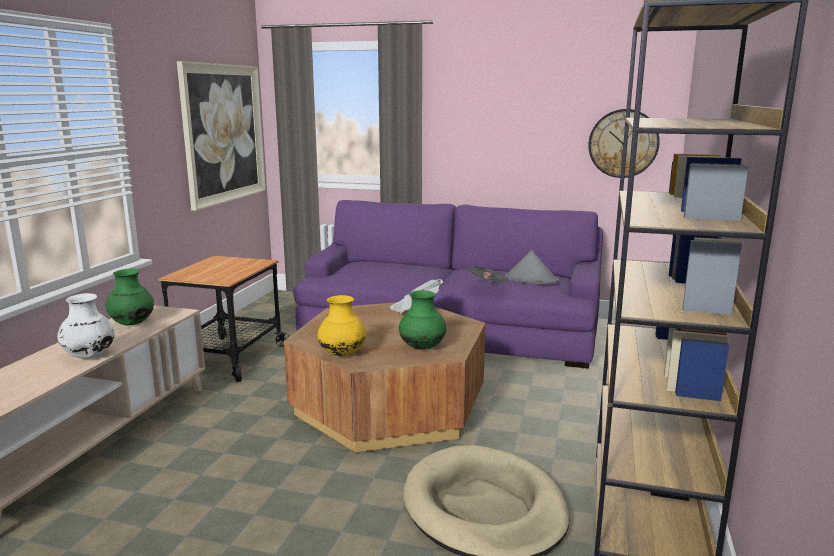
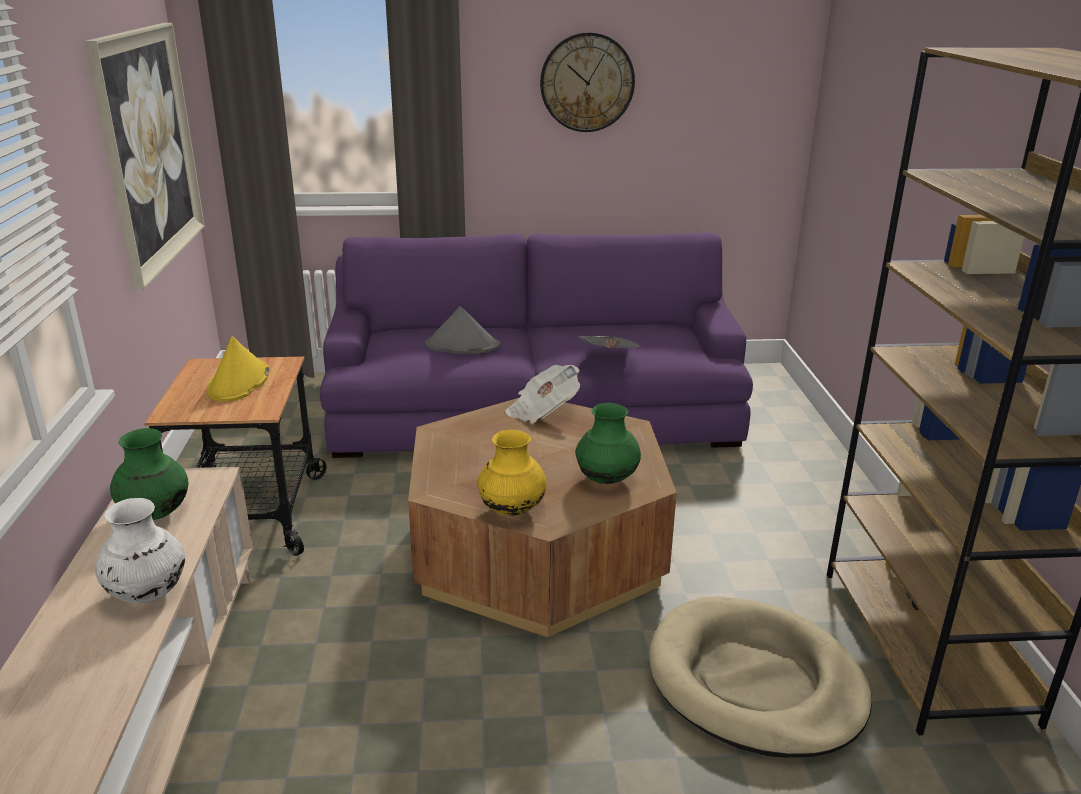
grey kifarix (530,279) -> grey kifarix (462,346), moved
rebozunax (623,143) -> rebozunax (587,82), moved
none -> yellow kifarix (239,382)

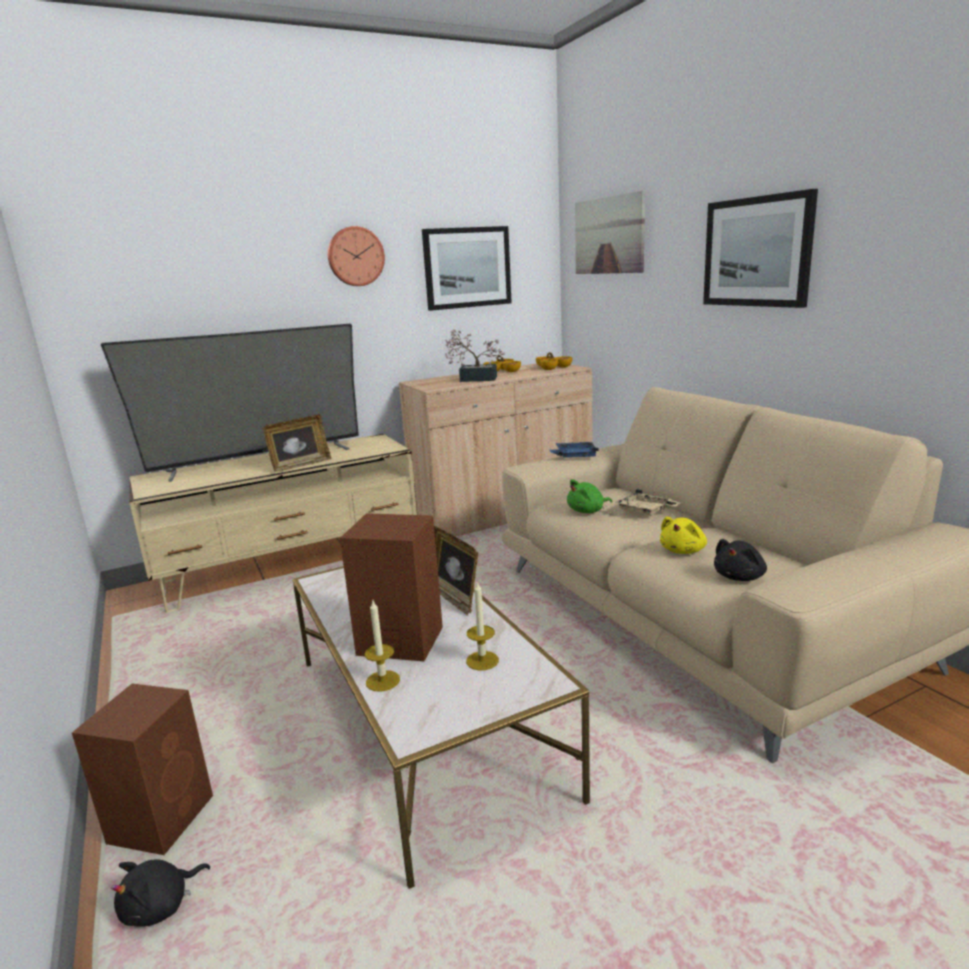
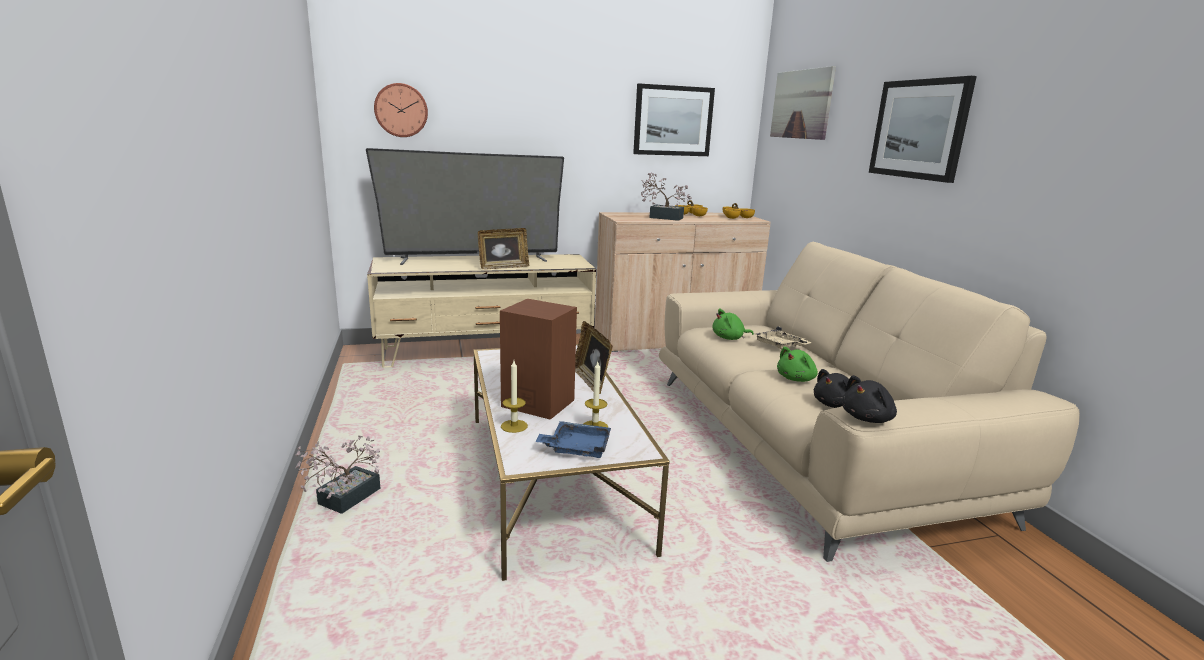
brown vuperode (163,819) -> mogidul (343,501)
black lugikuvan (161,906) -> black lugikuvan (868,418), moved
rebozunax (355,256) -> rebozunax (401,110), moved
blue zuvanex (574,456) -> blue zuvanex (577,448), moved
yellow lugikuvan (683,550) -> green lugikuvan (796,379)

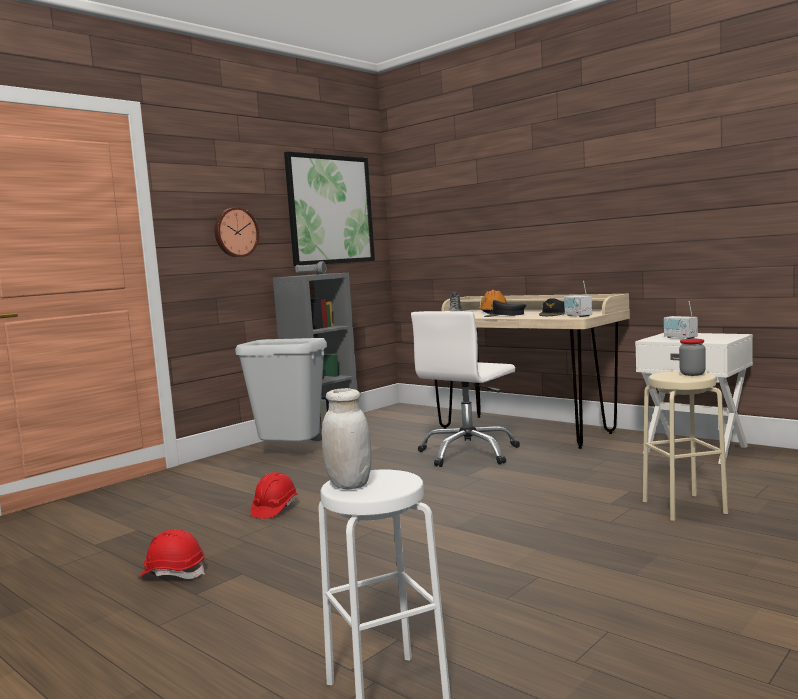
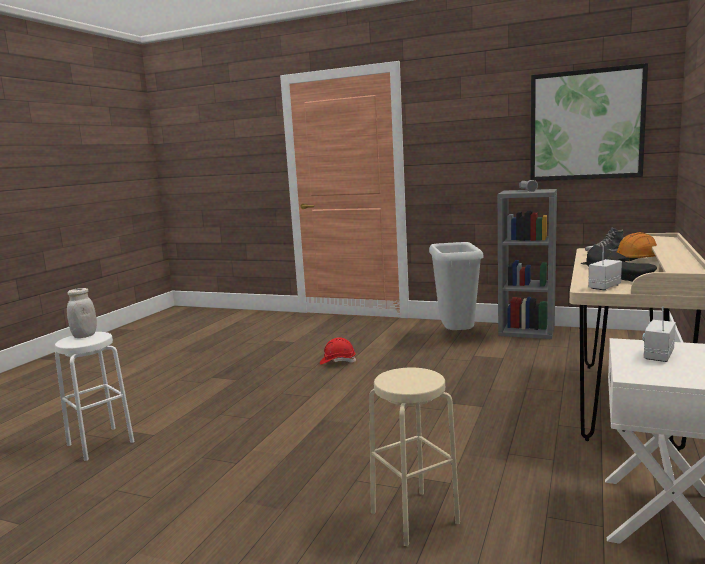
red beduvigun (173,573) -> none
rebozunax (235,232) -> none
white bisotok (469,453) -> none
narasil (692,374) -> none

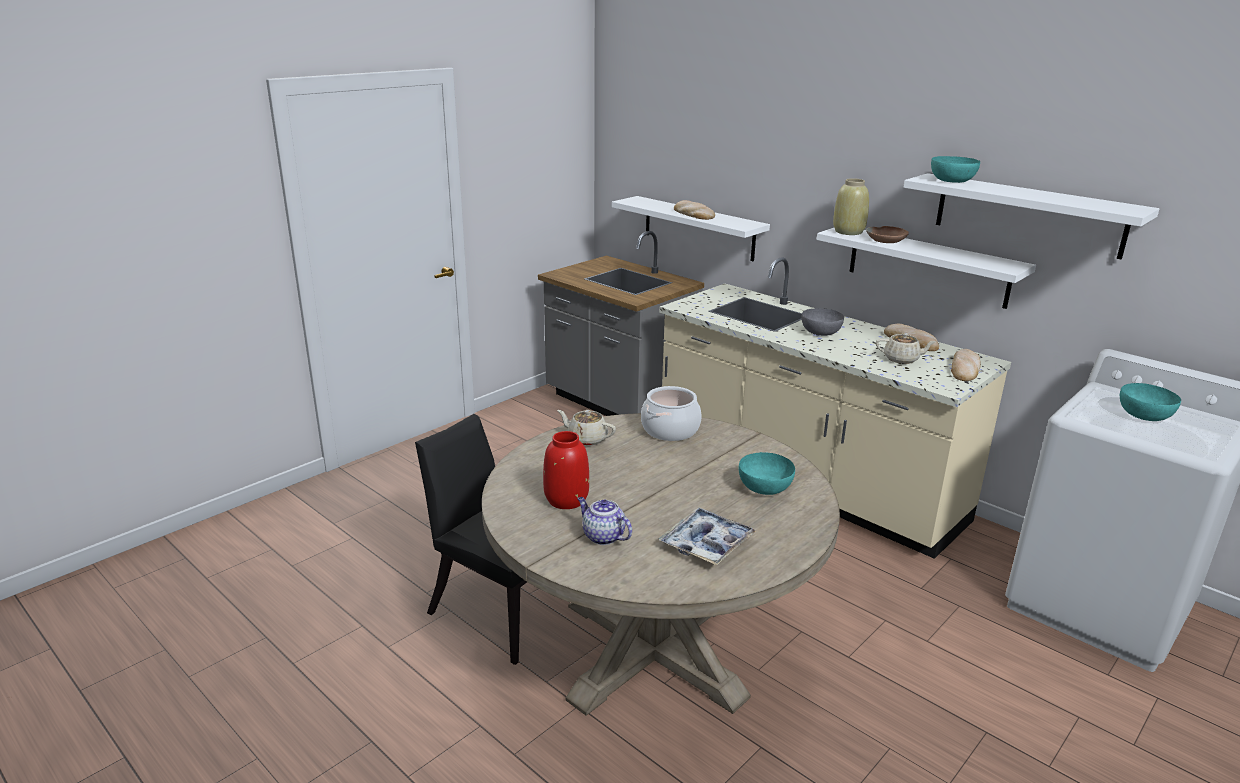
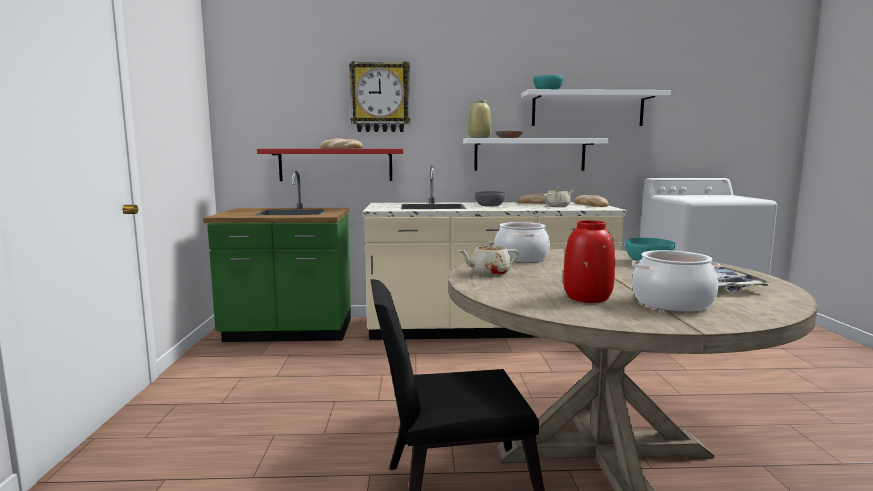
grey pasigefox (618,404) -> green pasigefox (288,332)
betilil (602,536) -> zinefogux (672,303)
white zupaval (698,228) -> red zupaval (335,165)
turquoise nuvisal (1143,415) -> none
none -> rebozunax (380,97)

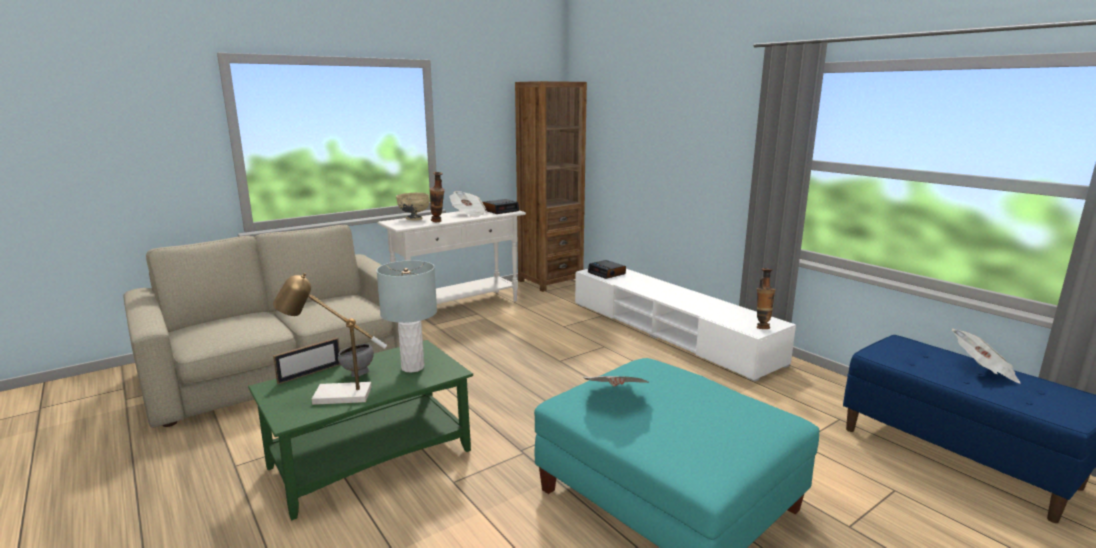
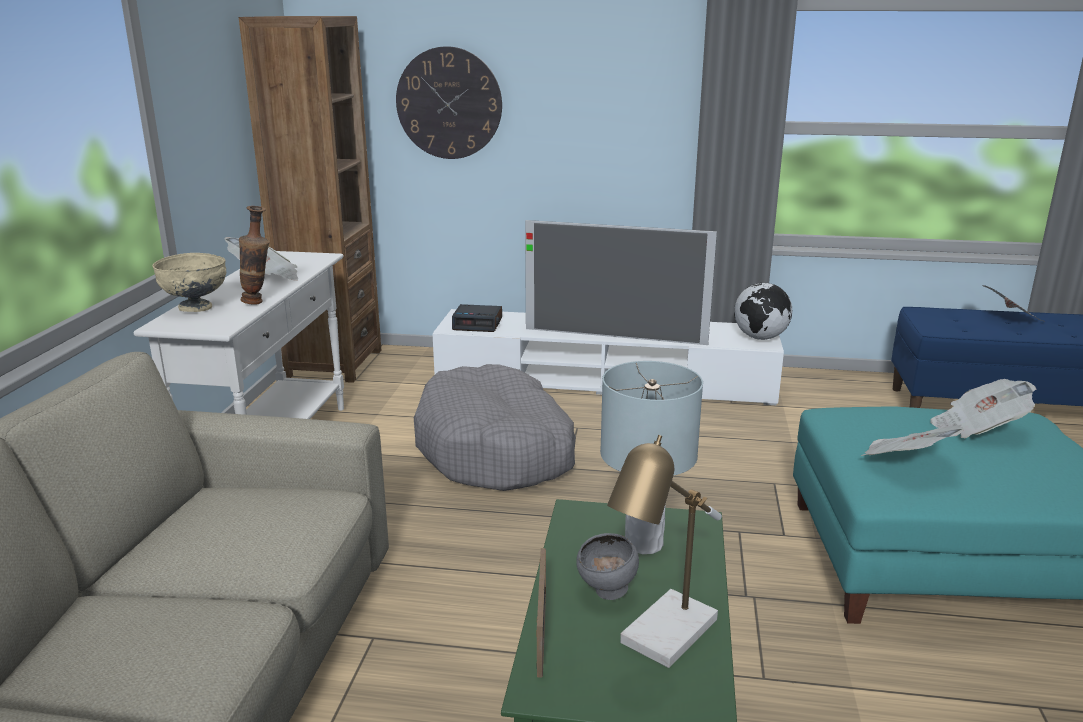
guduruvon (500,210) -> none
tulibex (762,327) -> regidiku (760,338)
none -> rebozunax (449,103)
none -> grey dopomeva (496,450)
none -> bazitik (614,336)
none -> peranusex (977,429)

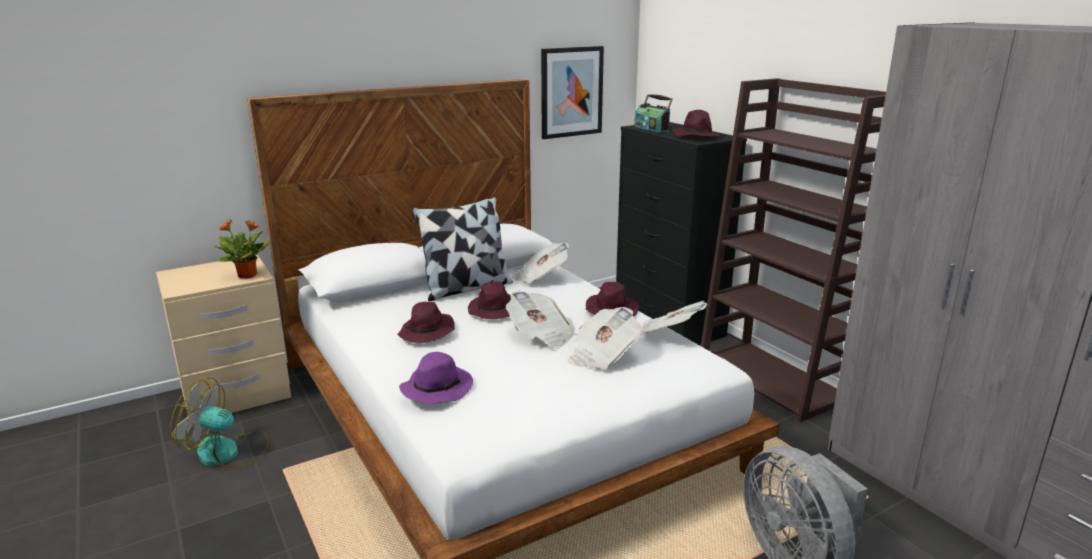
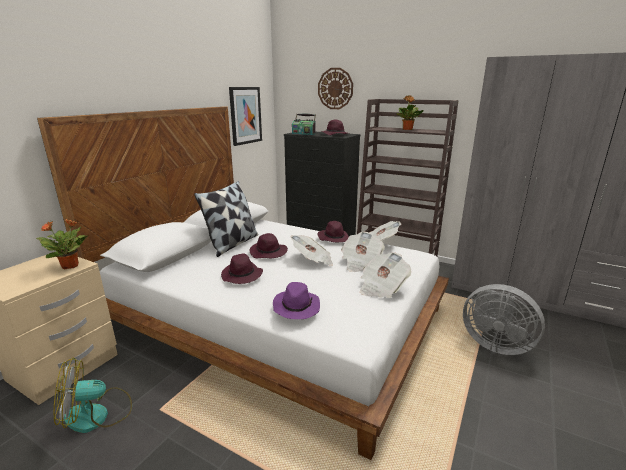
peranusex (540,277) -> peranusex (381,287), moved
none -> rebozunax (335,88)
none -> mogidul (407,129)

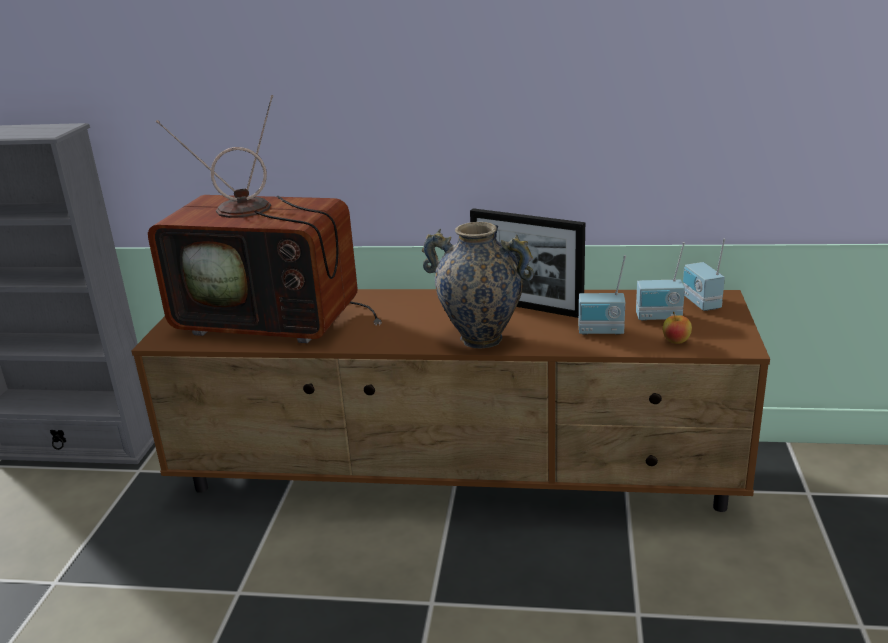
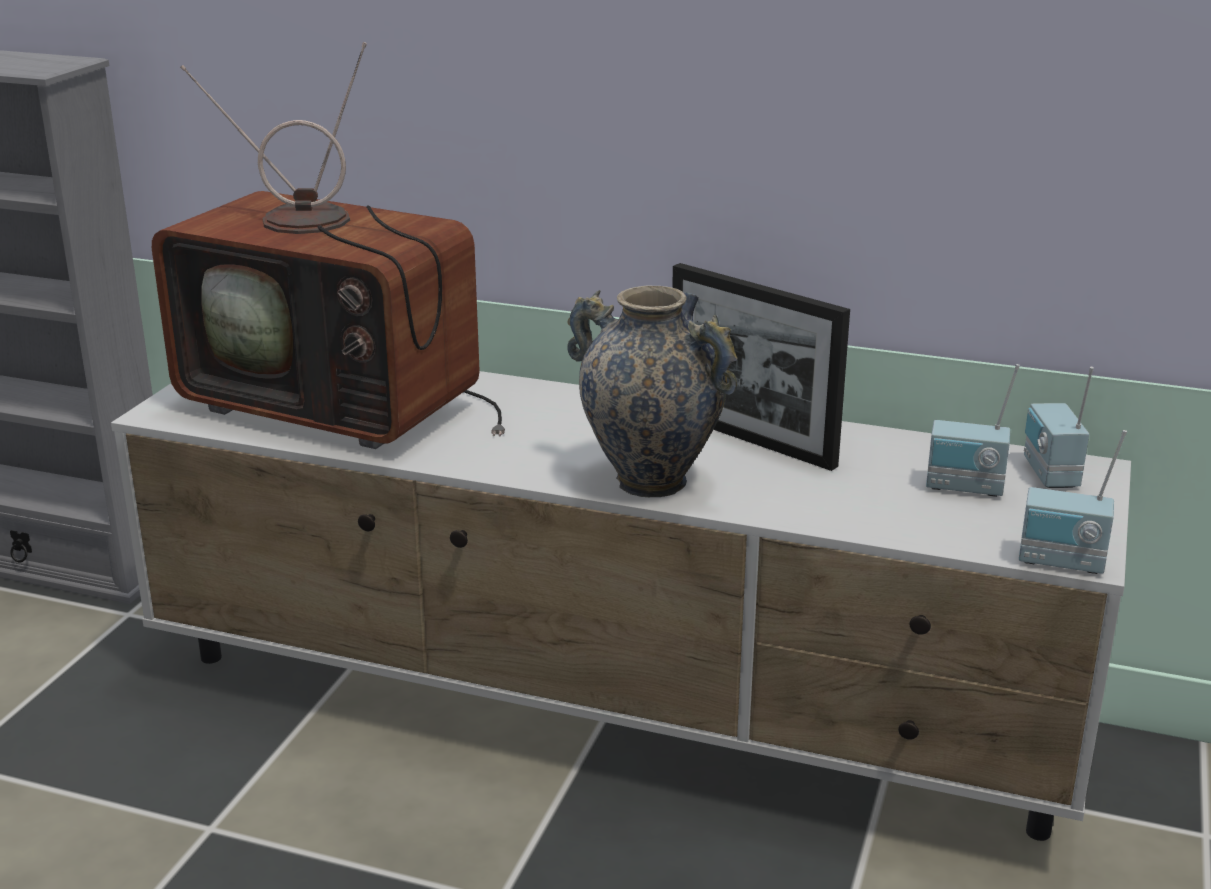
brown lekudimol (456,479) -> white lekudimol (610,710)
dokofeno (601,331) -> dokofeno (1061,563), moved
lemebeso (676,341) -> none

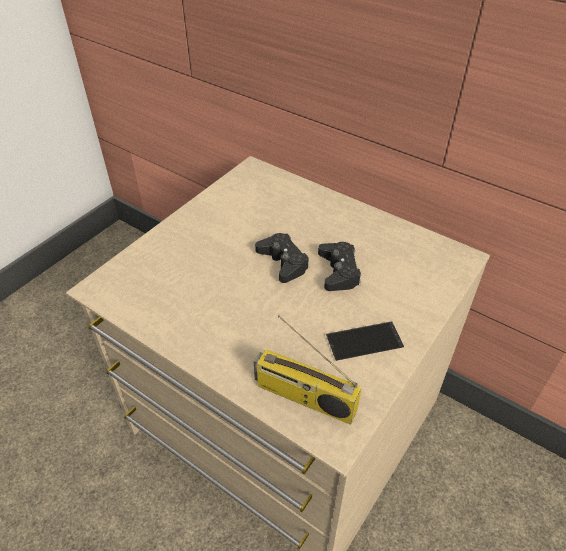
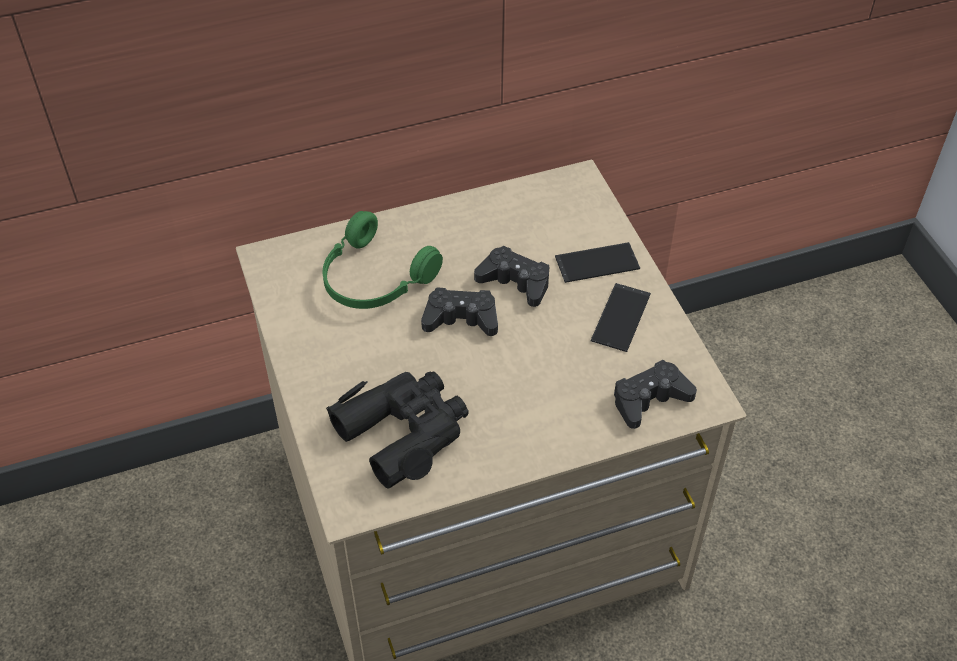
dokofeno (303,397) -> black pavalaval (650,399)
none -> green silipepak (373,279)
none -> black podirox (404,431)
none -> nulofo (597,263)

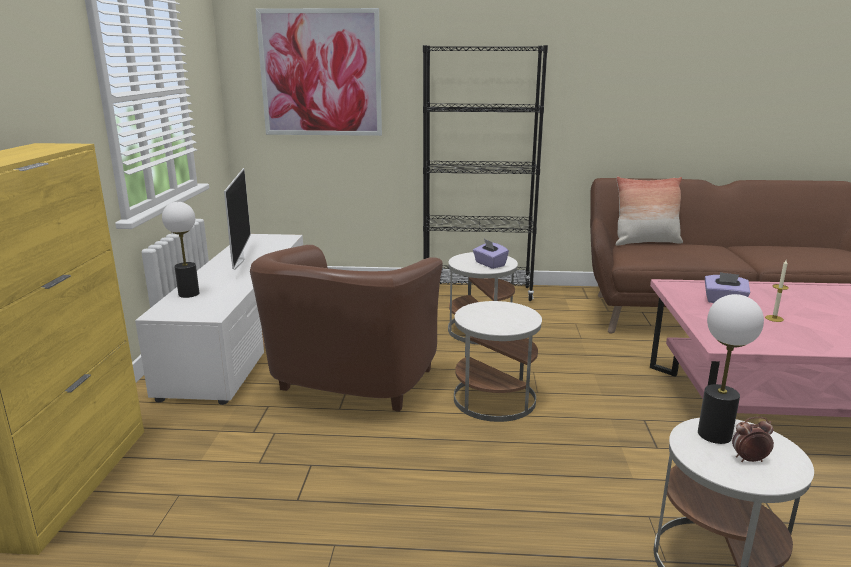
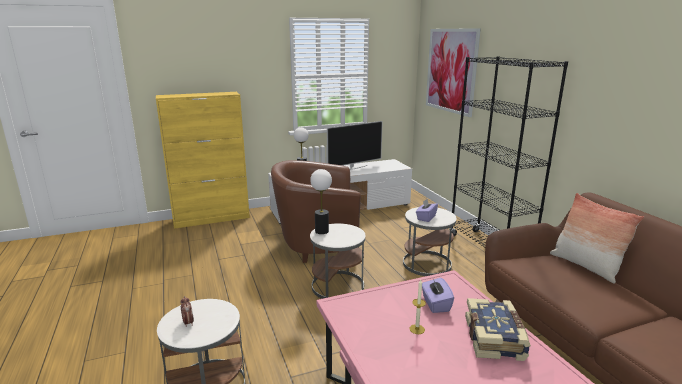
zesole (714,435) -> zesole (321,231), moved
none -> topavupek (495,338)

